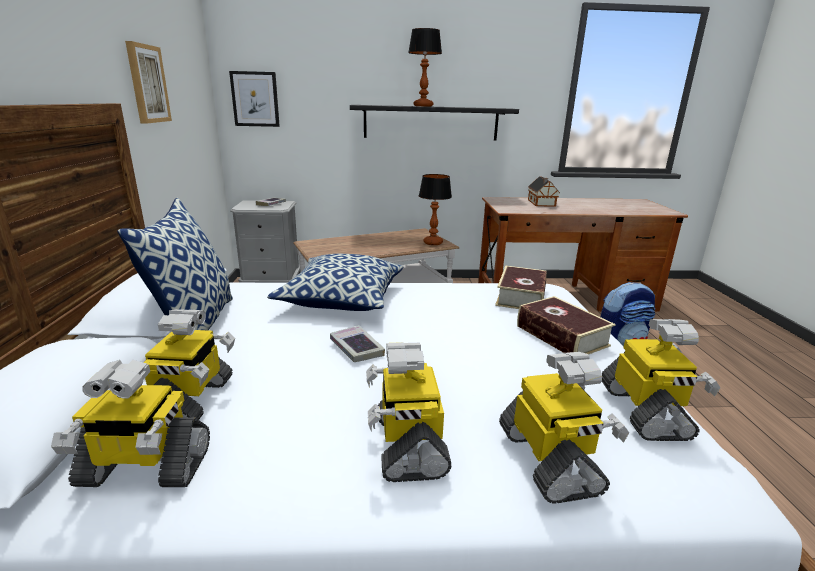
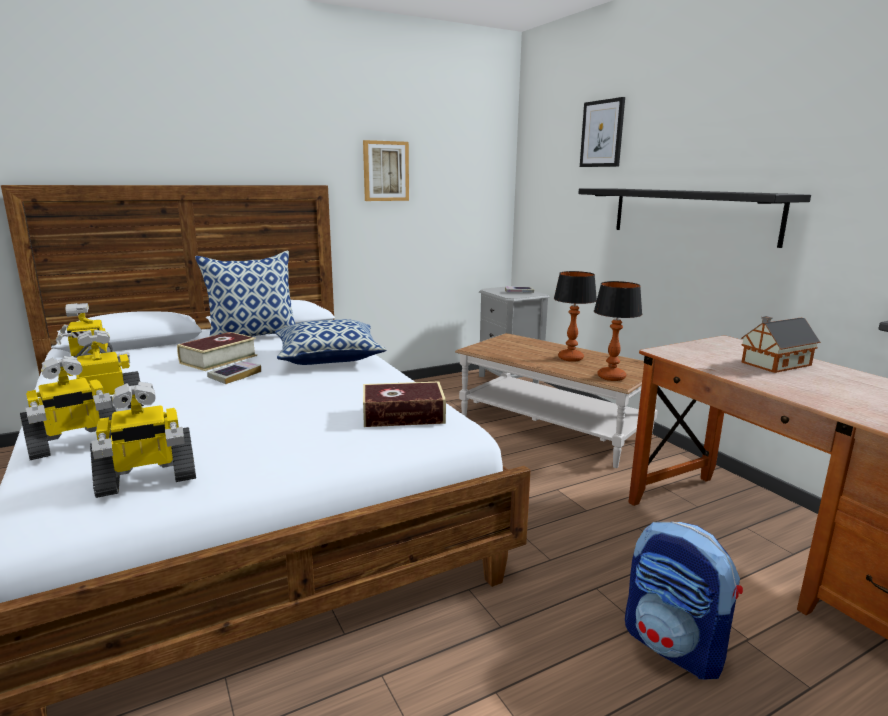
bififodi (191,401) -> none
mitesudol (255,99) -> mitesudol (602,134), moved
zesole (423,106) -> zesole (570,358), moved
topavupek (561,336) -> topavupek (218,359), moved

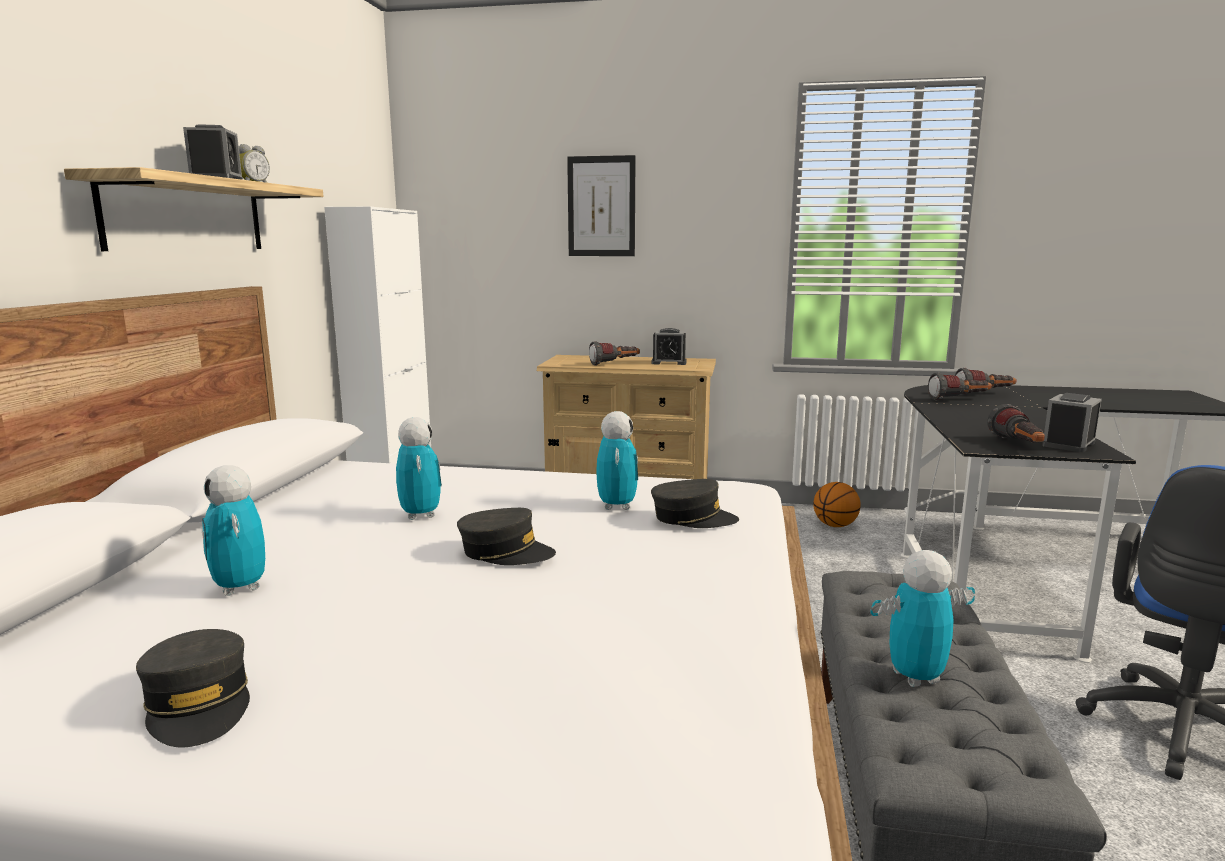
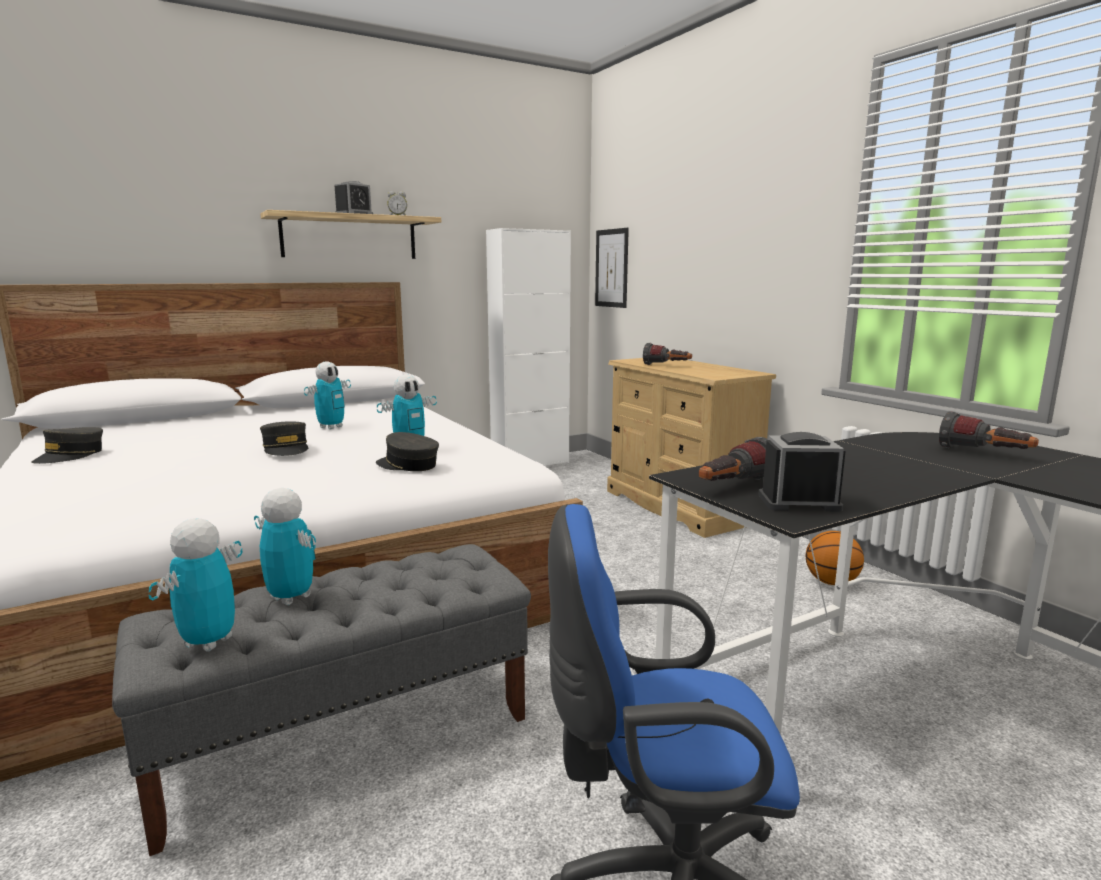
bififodi (240,588) -> bififodi (208,642), moved
mitesudol (601,206) -> mitesudol (611,268), moved
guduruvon (669,362) -> none
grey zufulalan (693,518) -> grey zufulalan (407,465), 150 degrees clockwise
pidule (959,400) -> none

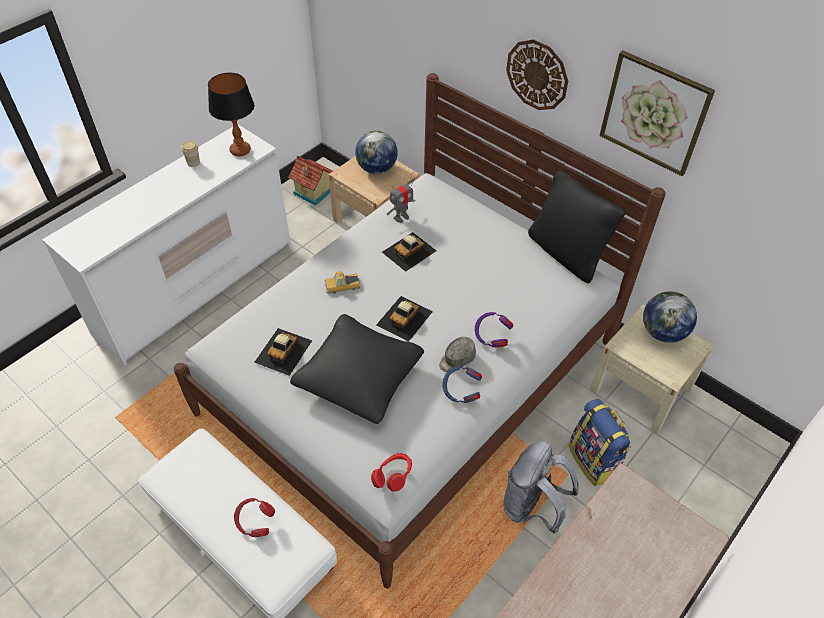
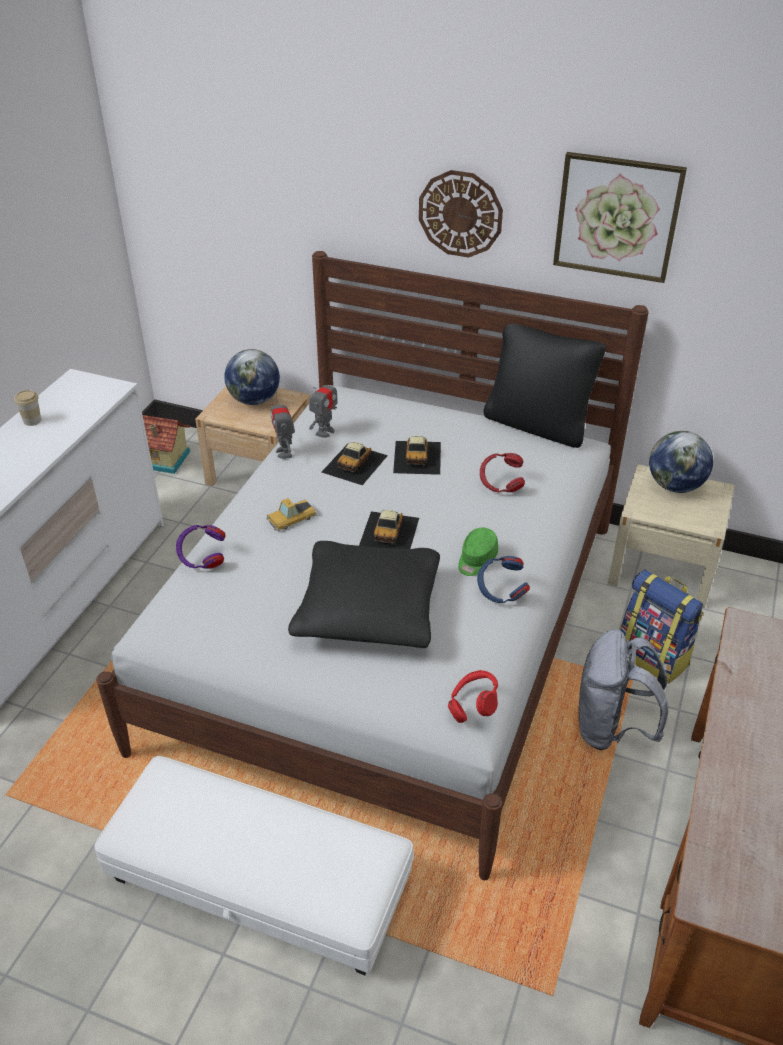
zesole (240,151) -> none
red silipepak (255,523) -> red silipepak (500,485), moved
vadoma (284,351) -> vadoma (417,457), moved
grey zufulalan (456,359) -> green zufulalan (476,560)
purple silipepak (491,337) -> purple silipepak (202,559), moved
none -> bififodi (285,452)

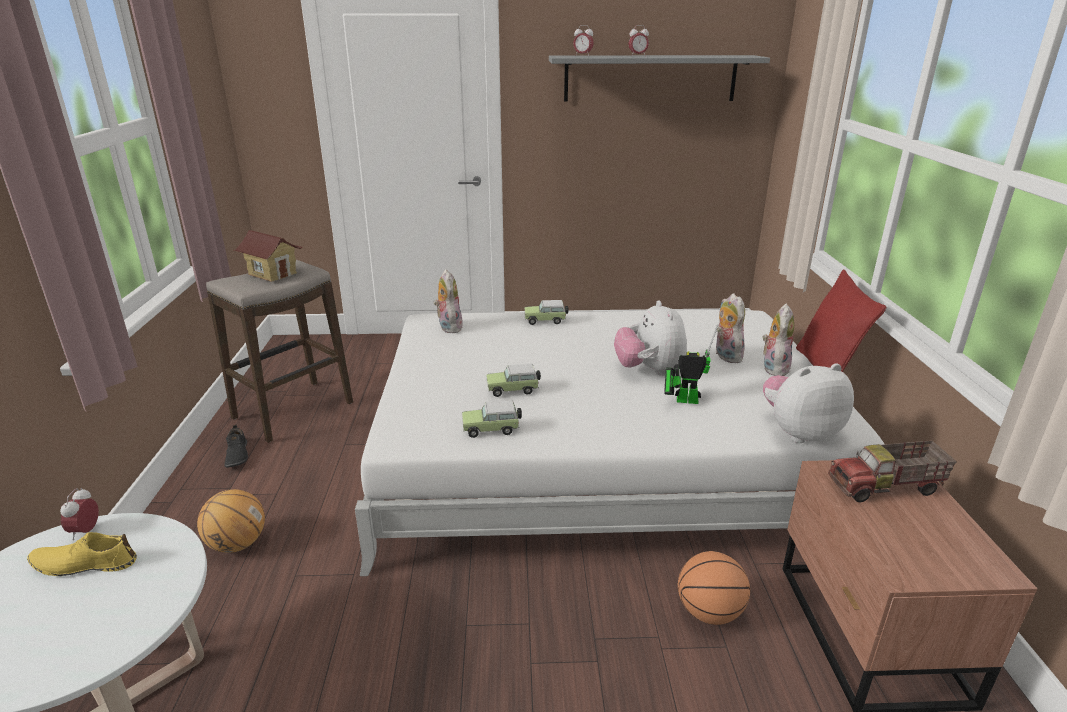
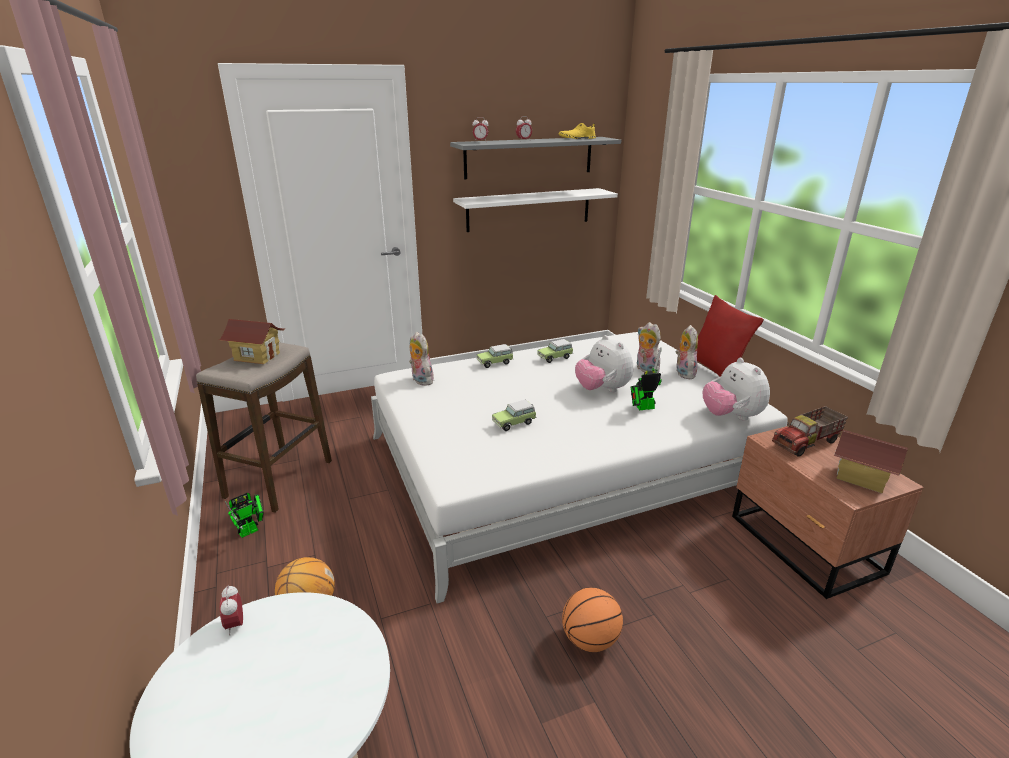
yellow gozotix (84,563) -> yellow gozotix (577,138), moved
black gozotix (236,455) -> bififodi (251,530)
vadoma (492,429) -> vadoma (556,357), moved
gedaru (709,612) -> gedaru (590,640), moved
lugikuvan (799,432) -> lugikuvan (731,416), 75 degrees counterclockwise
none -> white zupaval (529,209)
none -> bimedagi (861,478)

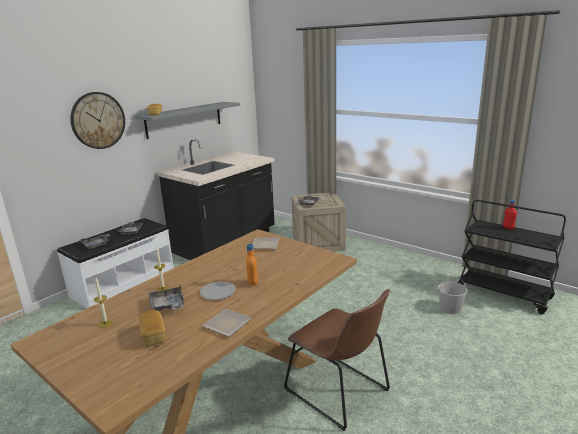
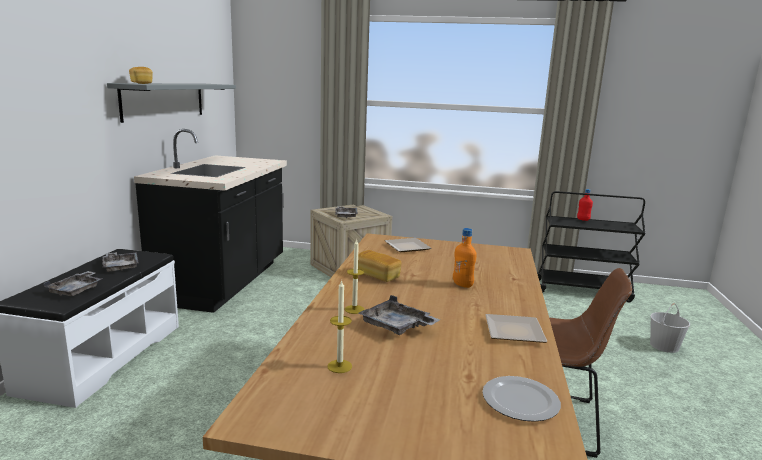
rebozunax (98,120) -> none
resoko (153,335) -> resoko (377,276), moved
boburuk (217,292) -> boburuk (519,401), moved
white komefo (450,308) -> white komefo (664,345), moved

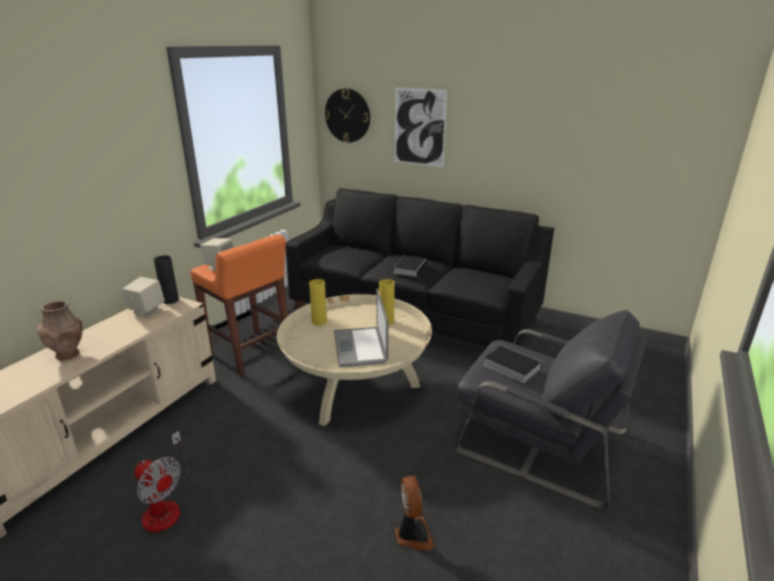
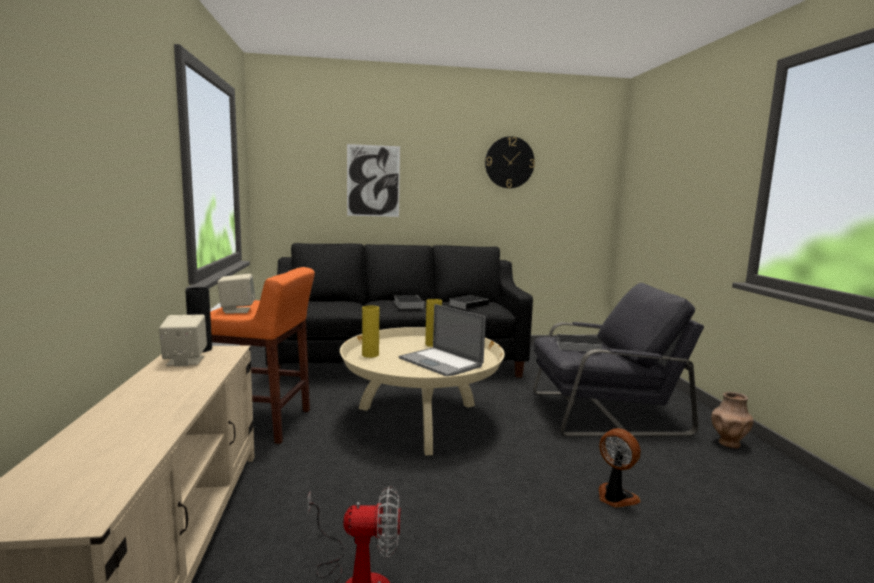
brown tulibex (68,354) -> brown tulibex (728,443), moved
rebozunax (347,115) -> rebozunax (509,162), moved
none -> topavupek (469,305)

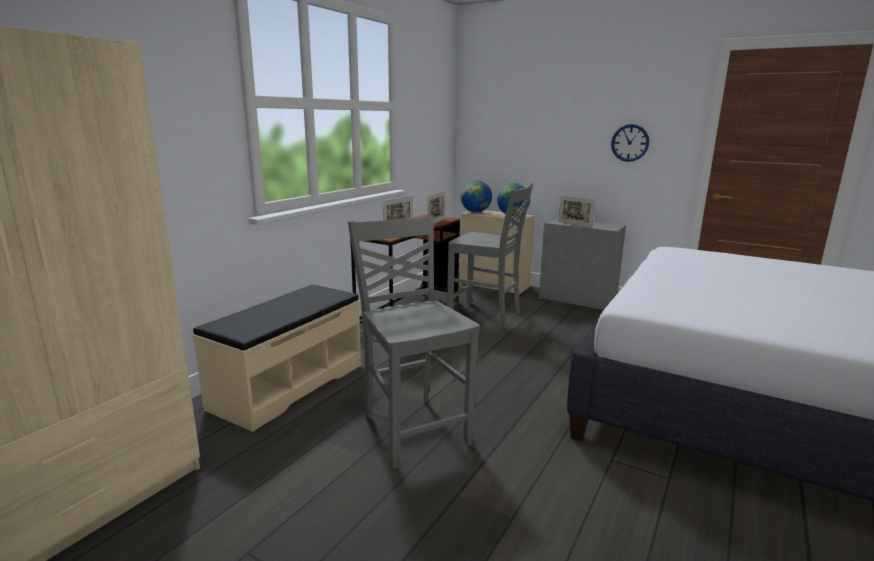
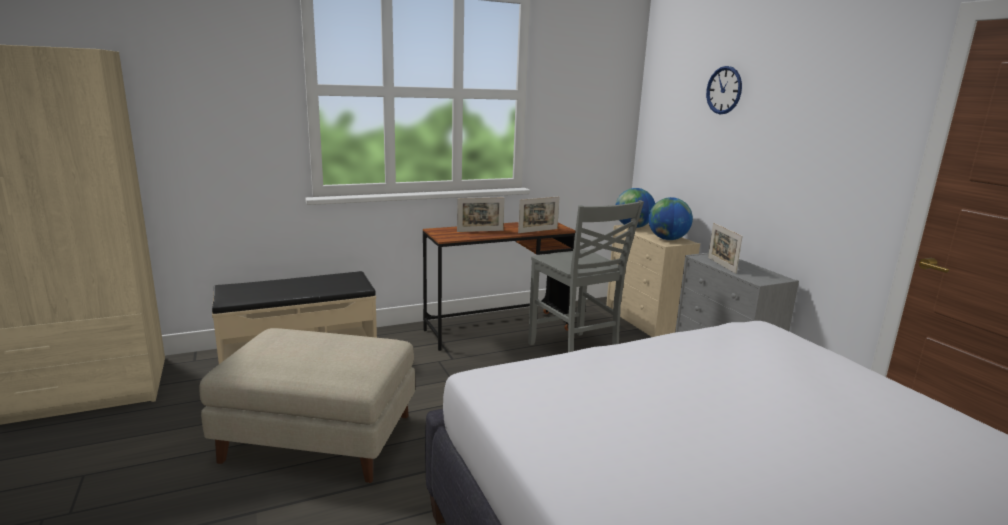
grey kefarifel (413,429) -> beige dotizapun (321,438)
rebozunax (630,143) -> rebozunax (724,90), moved

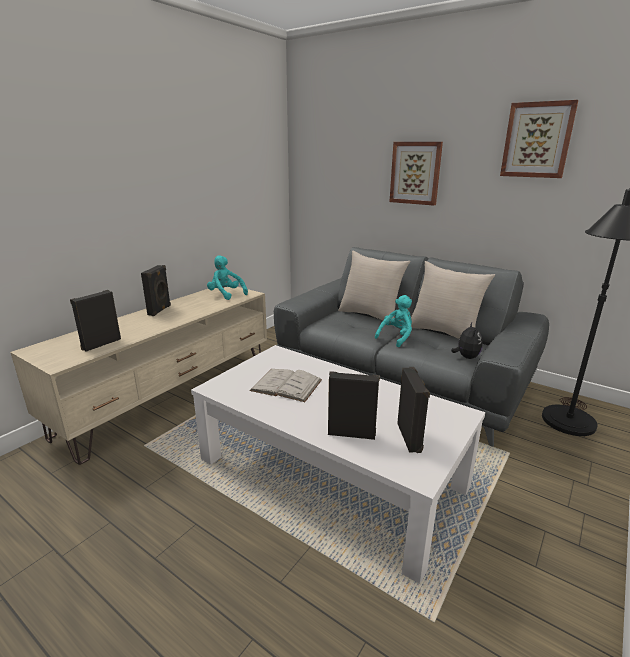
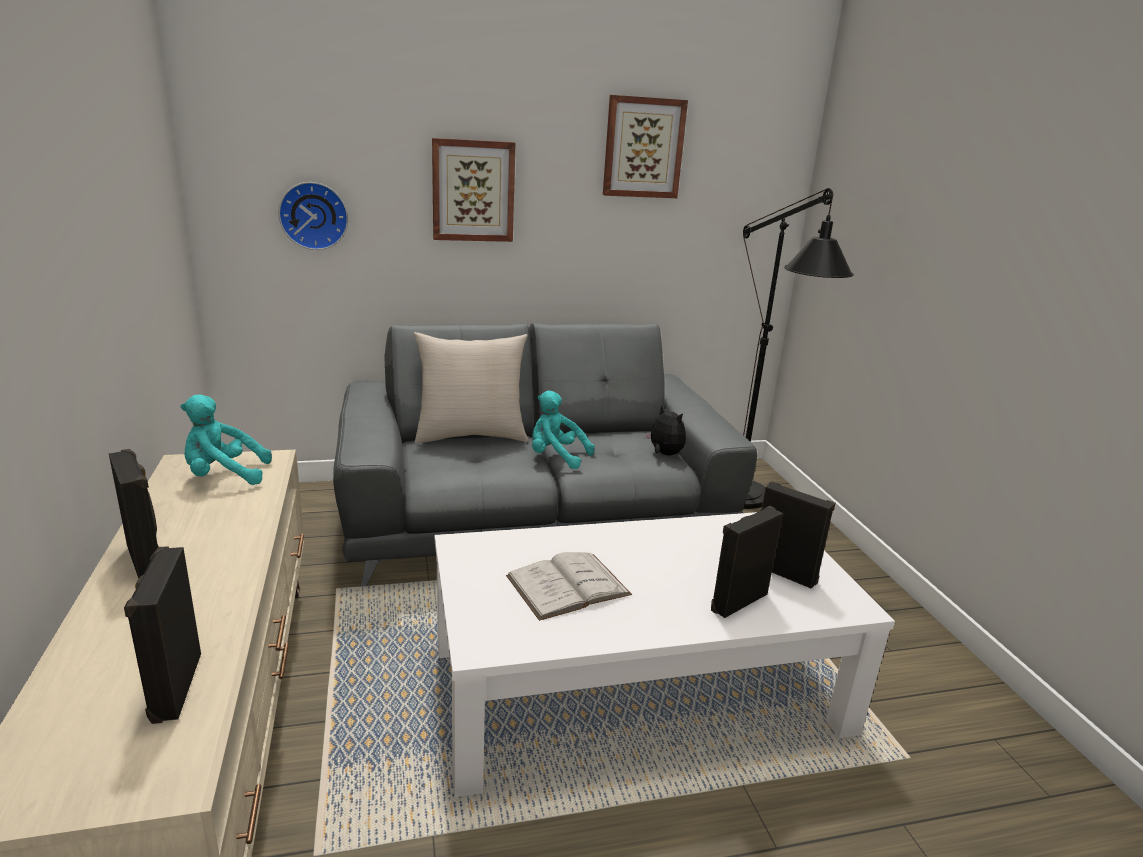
turquoise lugikuvan (396,337) -> turquoise lugikuvan (556,457), 60 degrees counterclockwise
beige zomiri (444,333) -> none
none -> rebozunax (314,215)

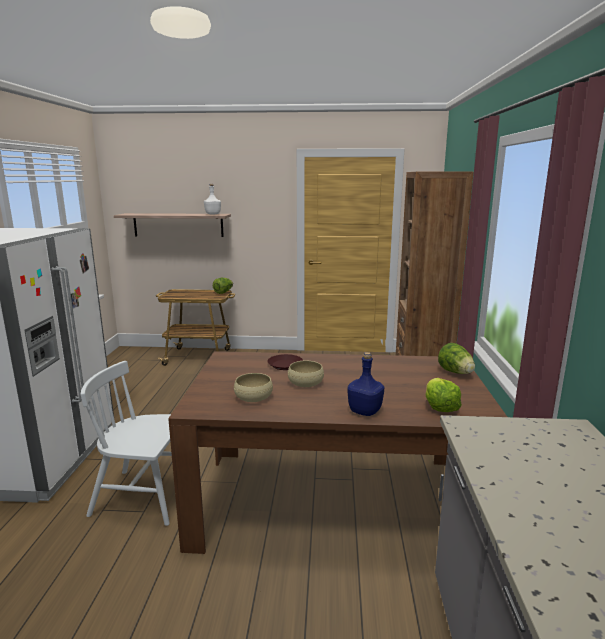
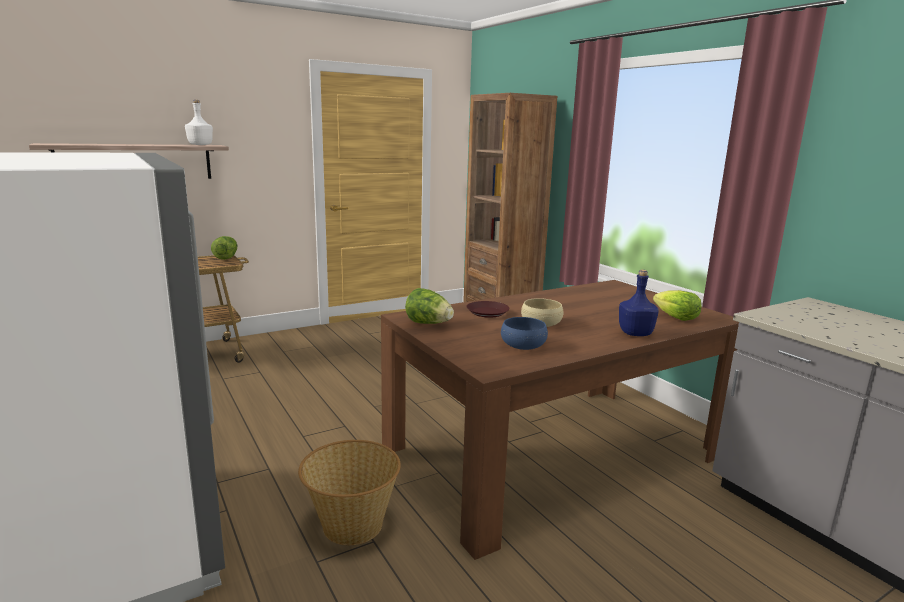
white kefarifel (145,496) -> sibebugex (351,525)
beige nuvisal (253,397) -> blue nuvisal (523,345)
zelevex (456,372) -> zelevex (429,324), moved

